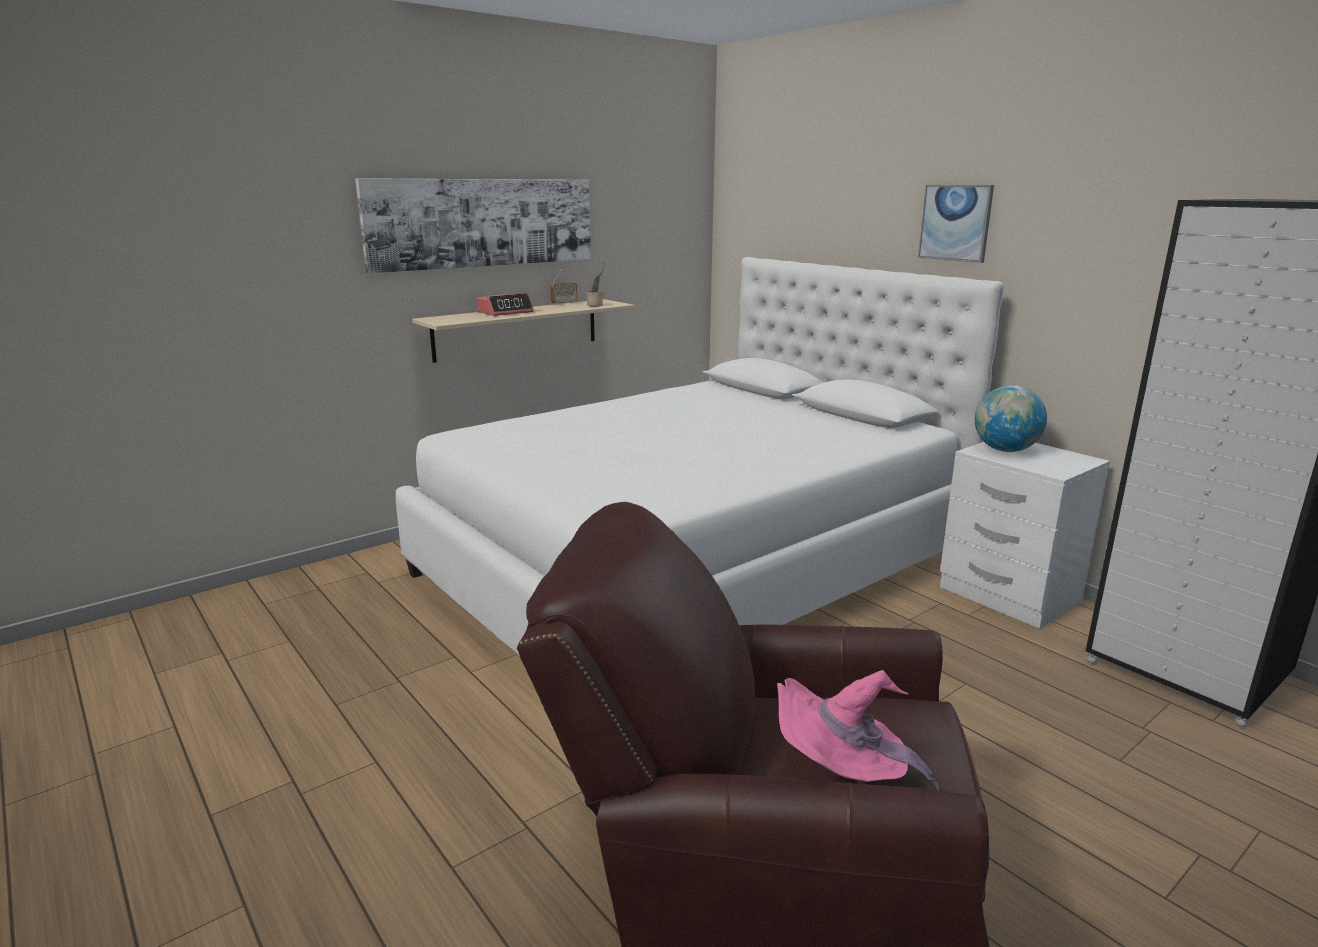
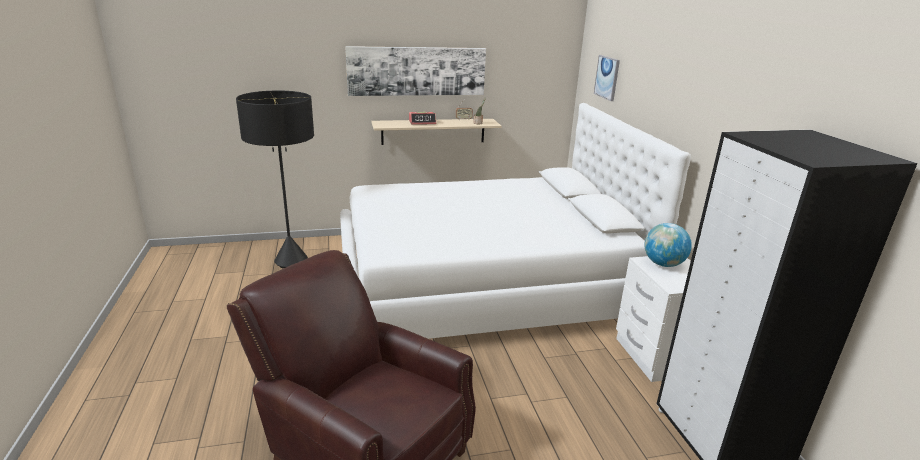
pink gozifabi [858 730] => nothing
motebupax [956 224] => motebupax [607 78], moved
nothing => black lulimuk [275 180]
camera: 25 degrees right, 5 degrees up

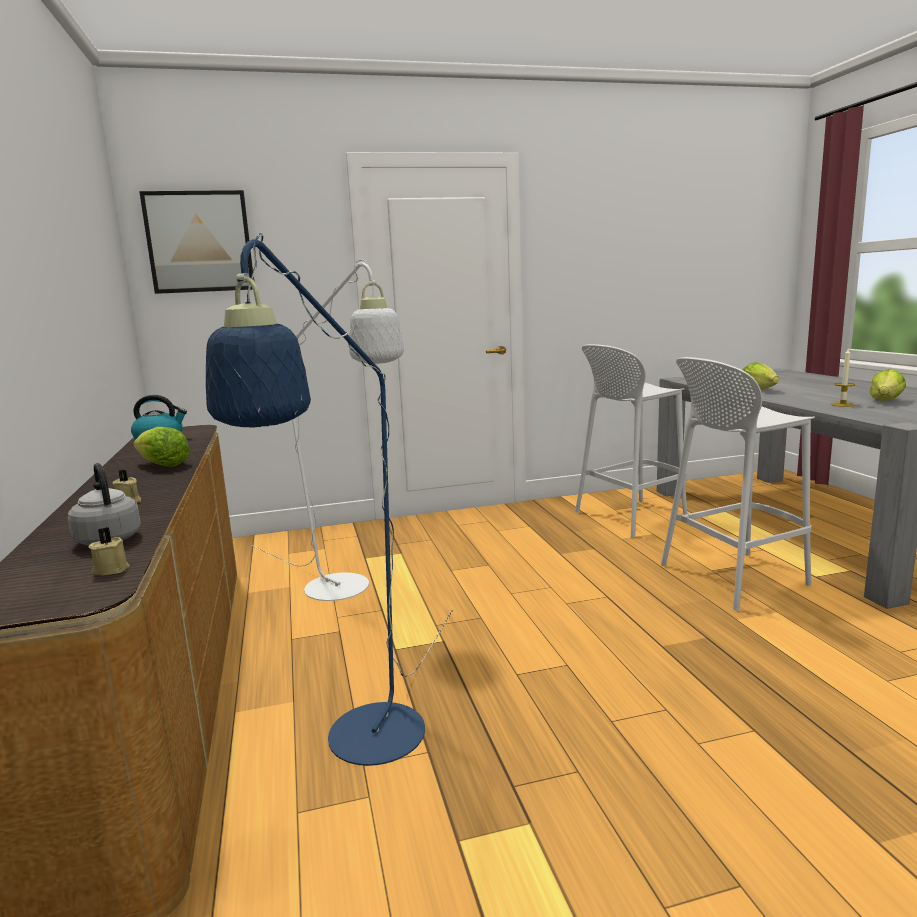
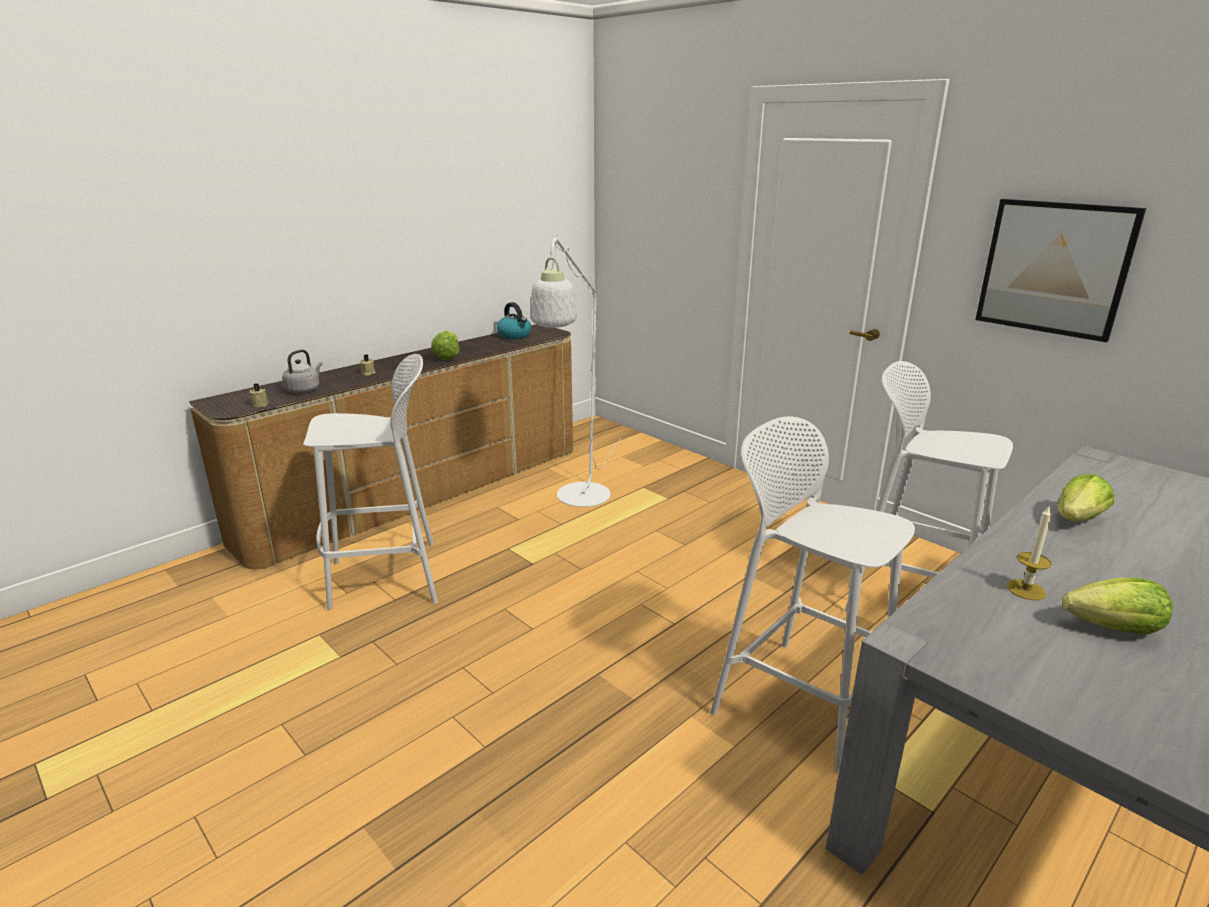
motebupax [196 242] => motebupax [1060 270], moved
blue lulimuk [329 499] => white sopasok [370 482]
camera: 60 degrees right, 10 degrees up

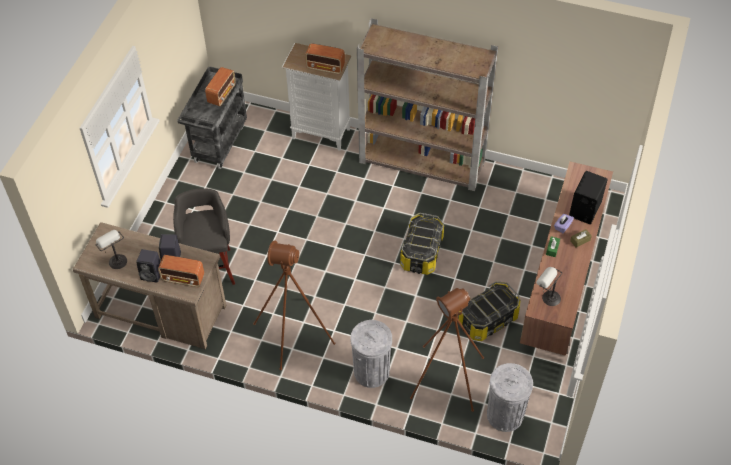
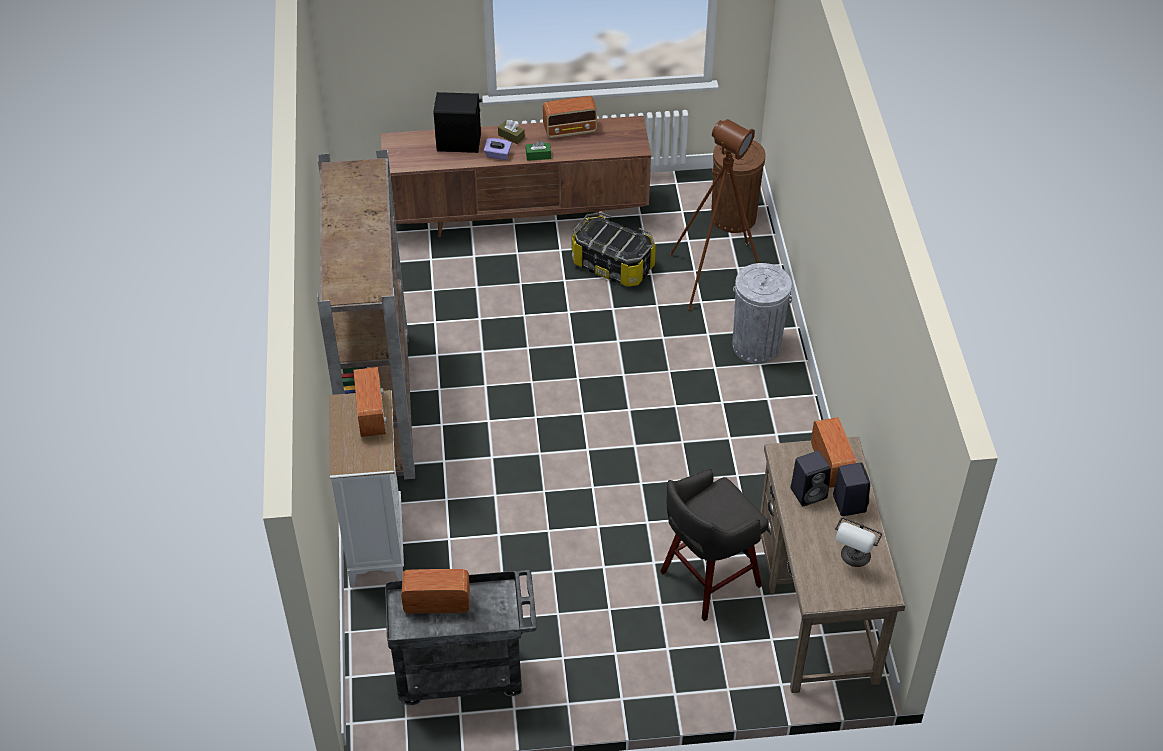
brown lulimuk [294 305] => nothing
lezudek [422 244] => nothing
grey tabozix [510 397] => brown tabozix [738 186]
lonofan [549 286] => nothing
nothing => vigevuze [570 117]
camera: 115 degrees left, 5 degrees down

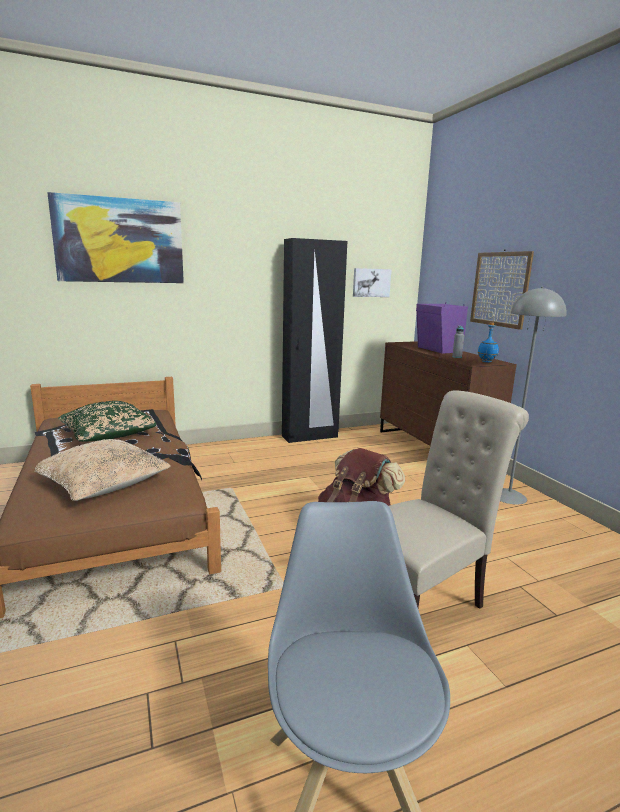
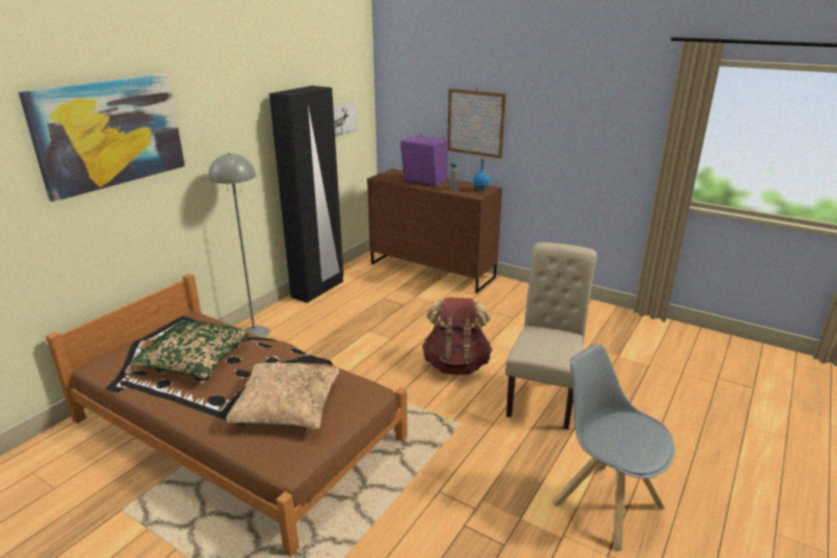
grey lulimuk [533 396] => grey lulimuk [239 245], moved
camera: 35 degrees left, 10 degrees up

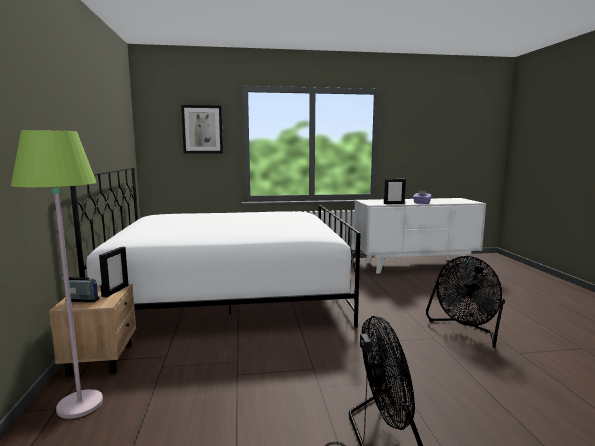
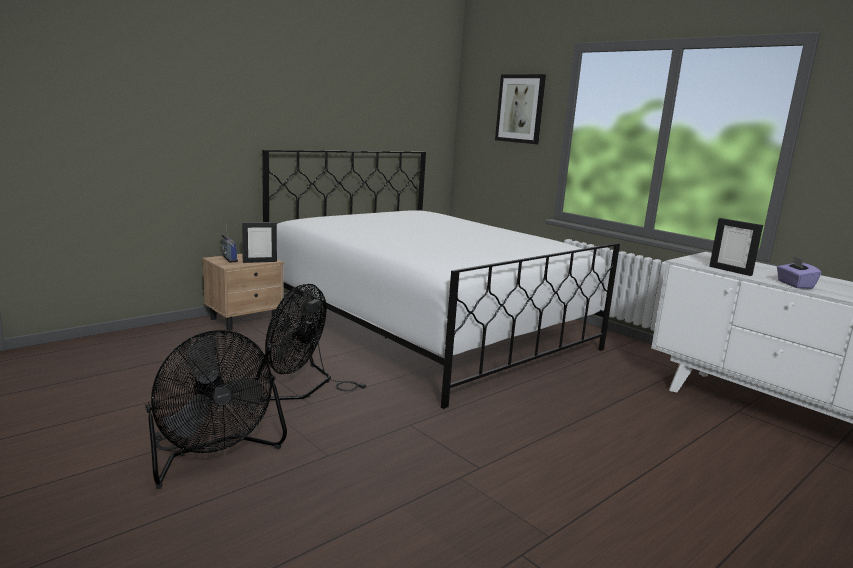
green lulimuk [57 274] => nothing
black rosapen [465 302] => black rosapen [311 343], moved
camera: 55 degrees right, 5 degrees up

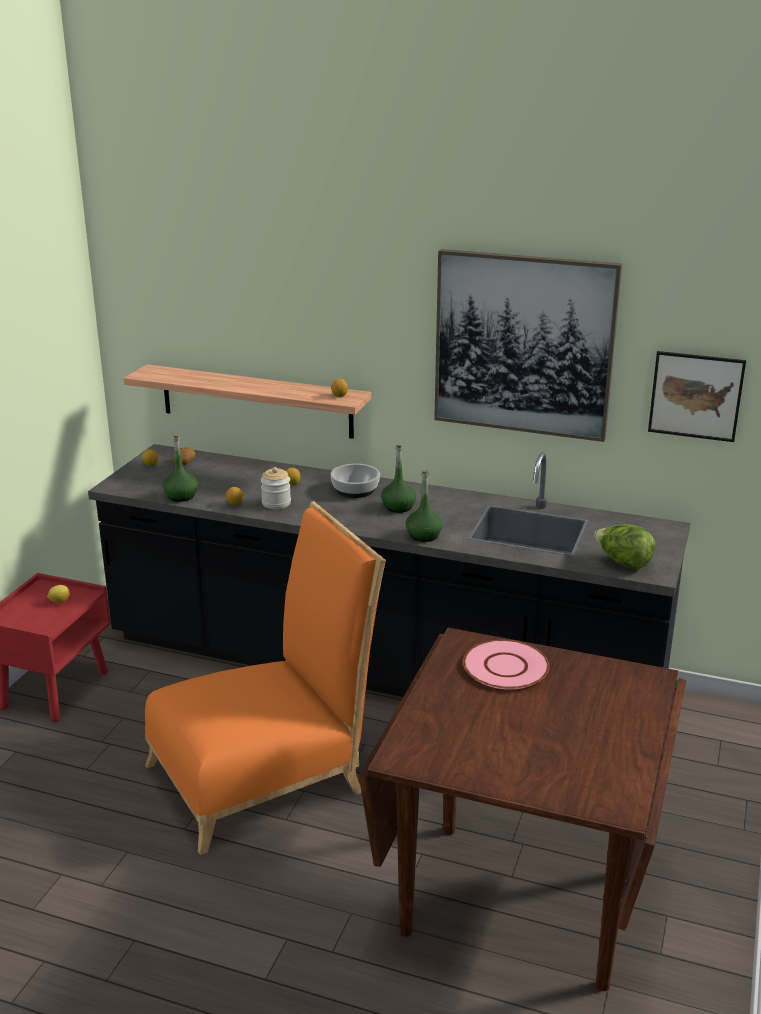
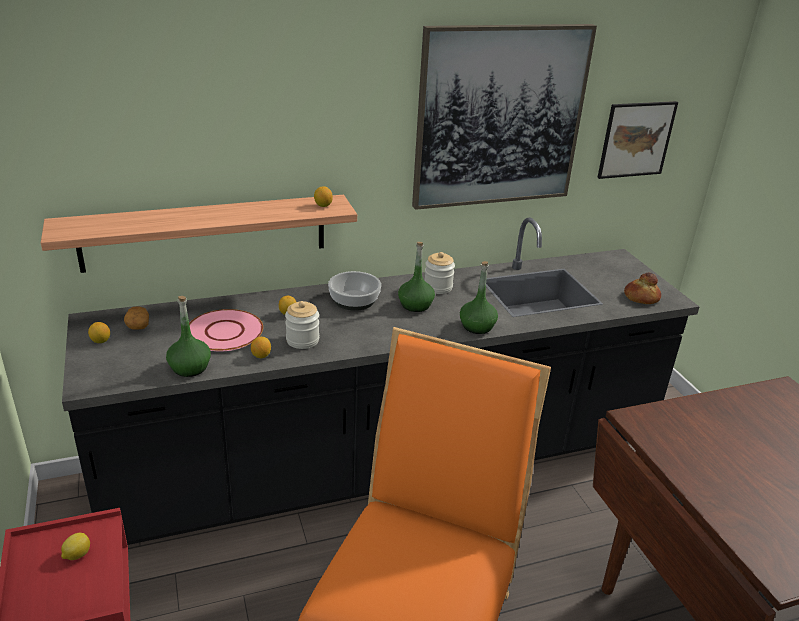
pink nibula [506 665] => pink nibula [226 330], moved
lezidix [624 546] => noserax [642 288]
nothing => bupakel [440 273]
camera: 40 degrees left, 5 degrees up

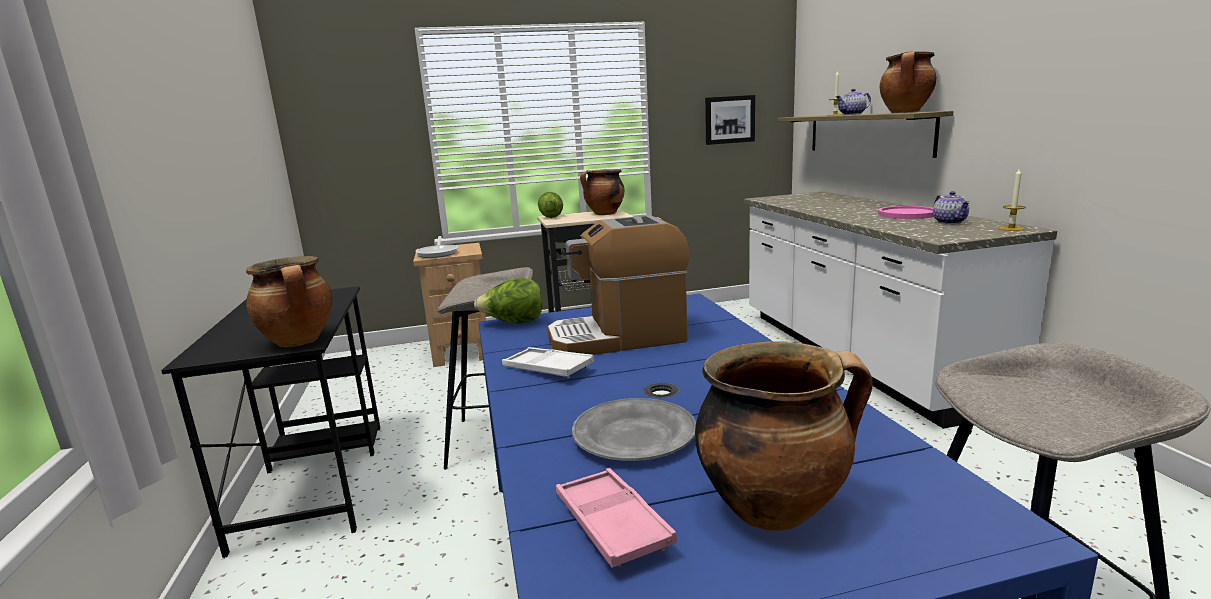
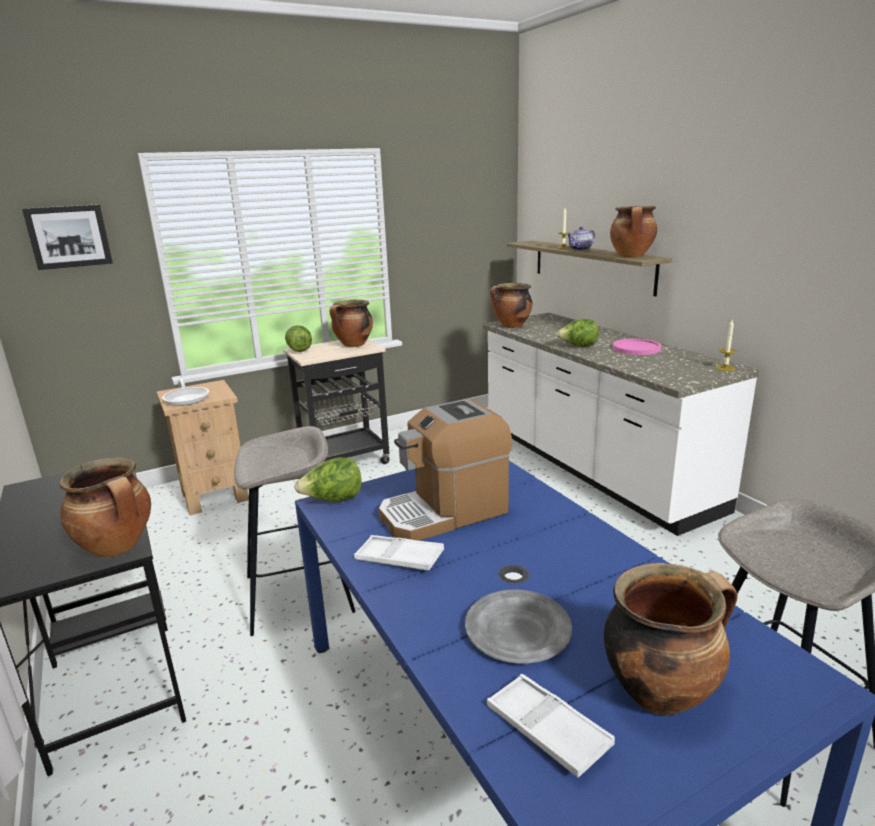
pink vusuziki [616 518] => white vusuziki [551 726]
motebupax [730 120] => motebupax [67 237], moved
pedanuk [951 207] => nothing
nothing => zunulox [511 305]
nothing => lezidix [577 333]
camera: 15 degrees left, 5 degrees up

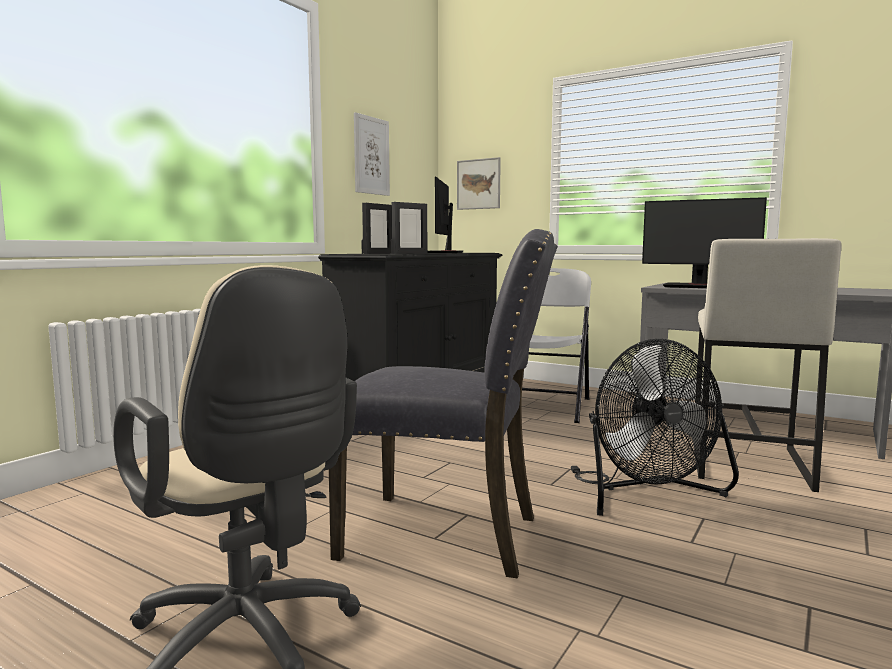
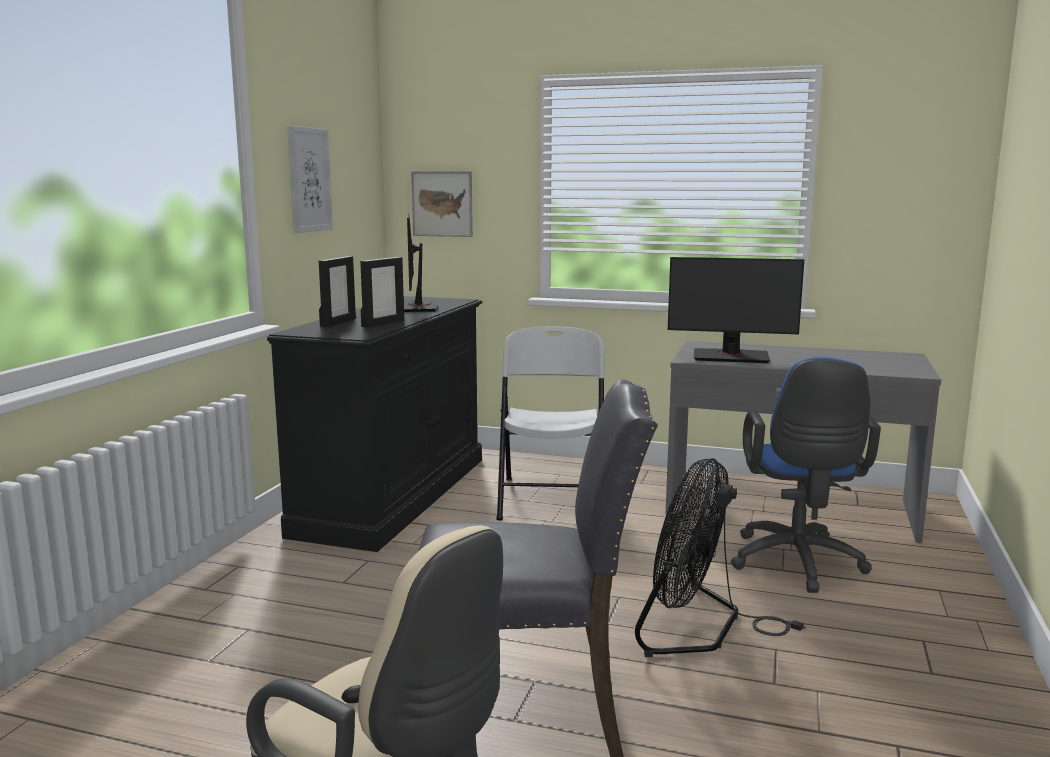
black rosapen [655 427] => black rosapen [720 557], 150 degrees clockwise
beige sopasok [767 365] => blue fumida [806 475]
camera: 15 degrees left, 5 degrees up

